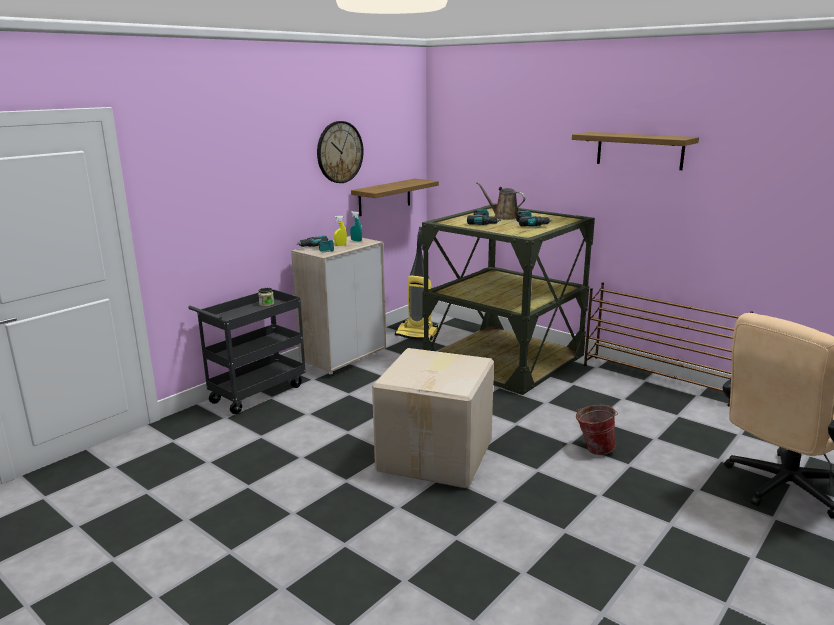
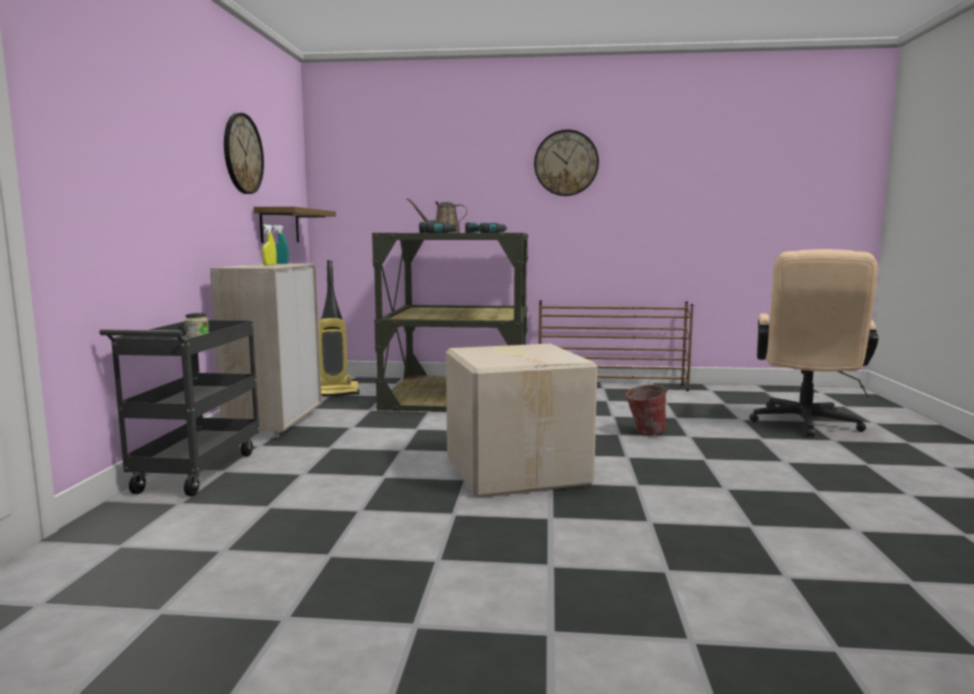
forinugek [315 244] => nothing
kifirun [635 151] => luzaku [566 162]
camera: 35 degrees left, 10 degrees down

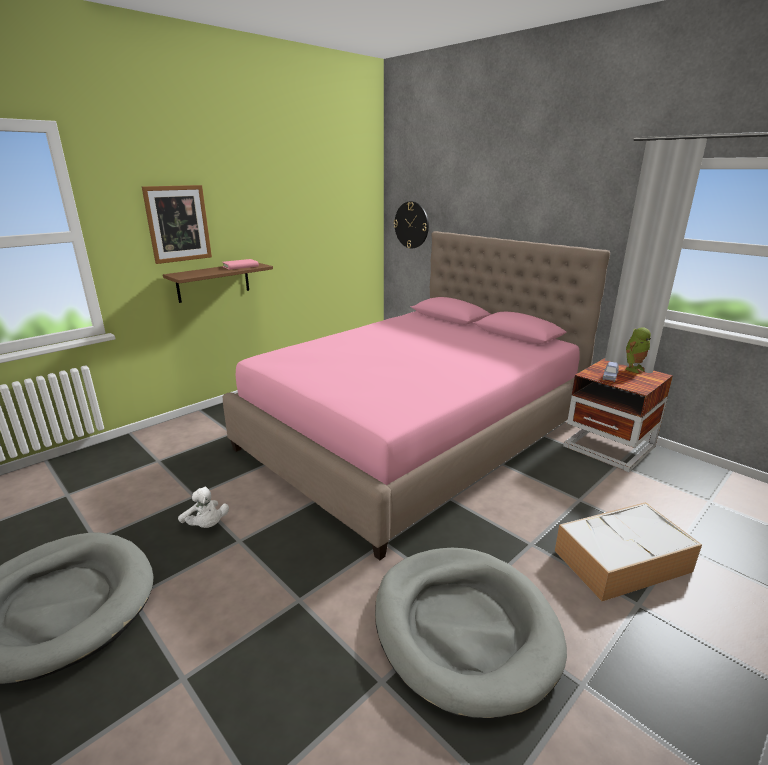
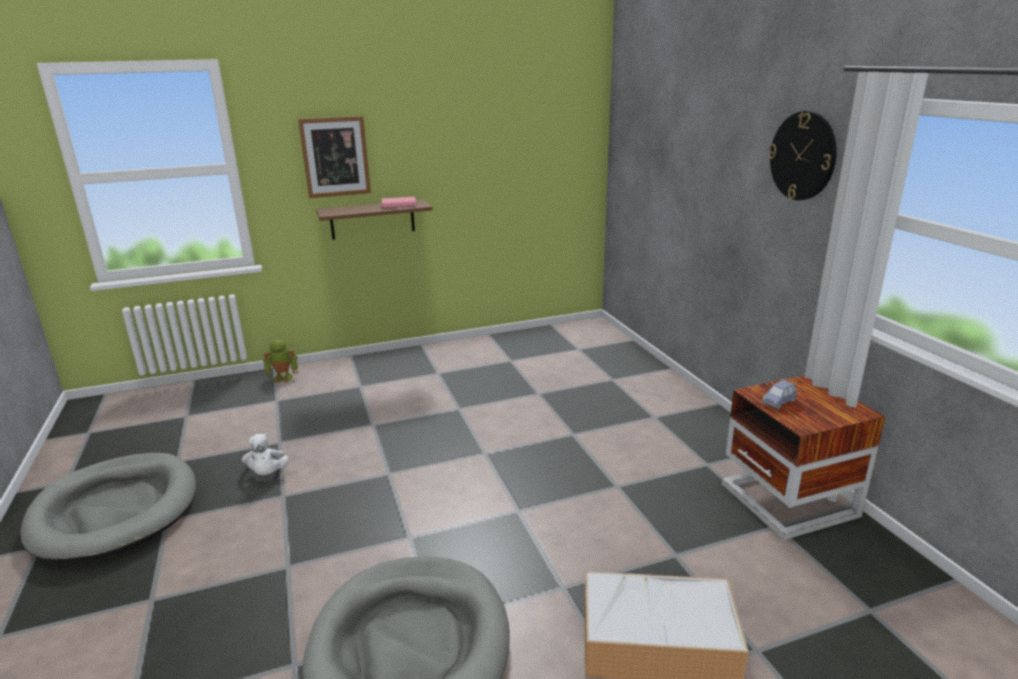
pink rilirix [416 395] => nothing
luzaku [411 224] => luzaku [802 155], moved
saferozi [638 350] => saferozi [280 361], moved
camera: 25 degrees right, 0 degrees up

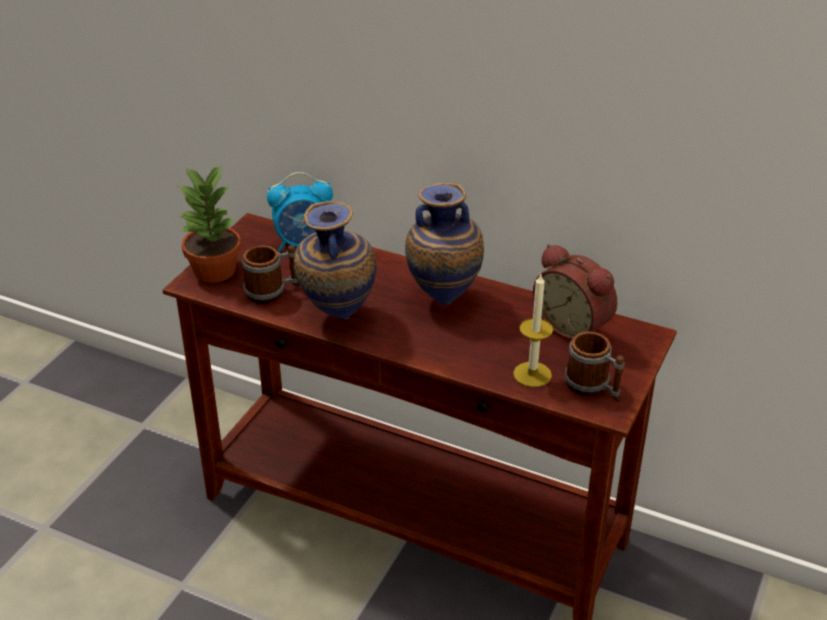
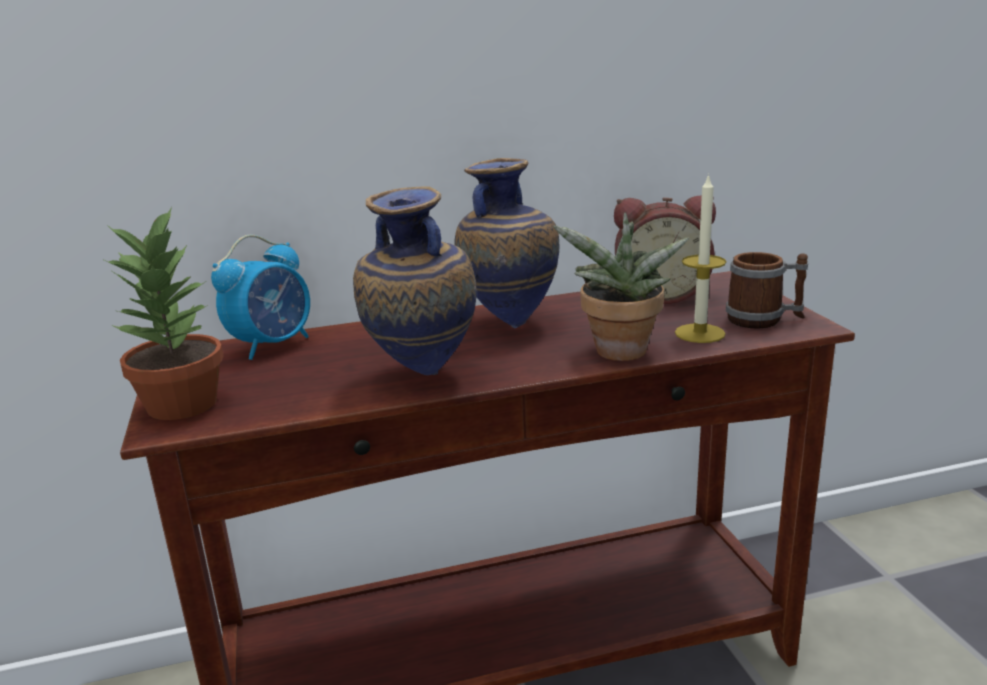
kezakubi [270 274] => nothing
nothing => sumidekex [621 286]
camera: 40 degrees left, 15 degrees down

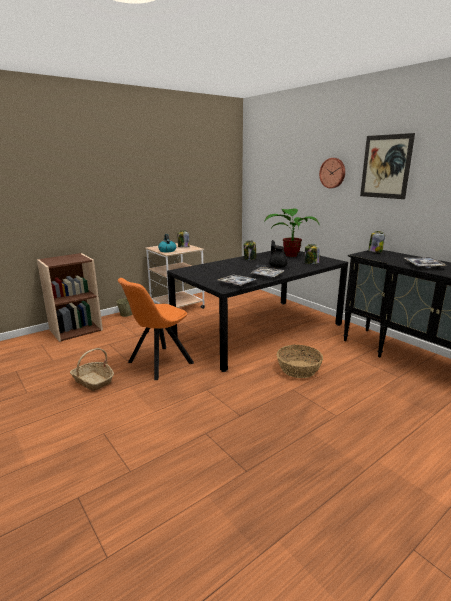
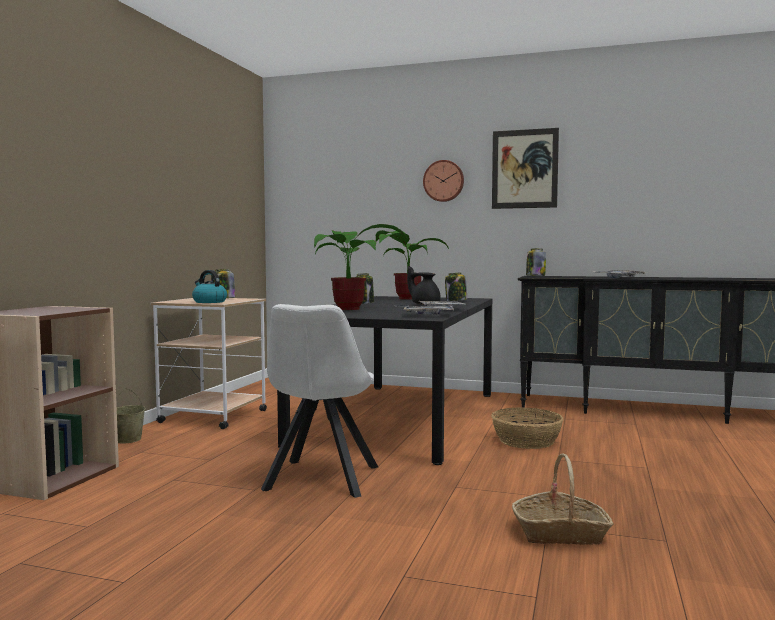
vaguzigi [92 369] => vaguzigi [563 499], moved
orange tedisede [156 329] => white tedisede [319 401]
nothing => sumidekex [361 267]
camera: 35 degrees left, 15 degrees down

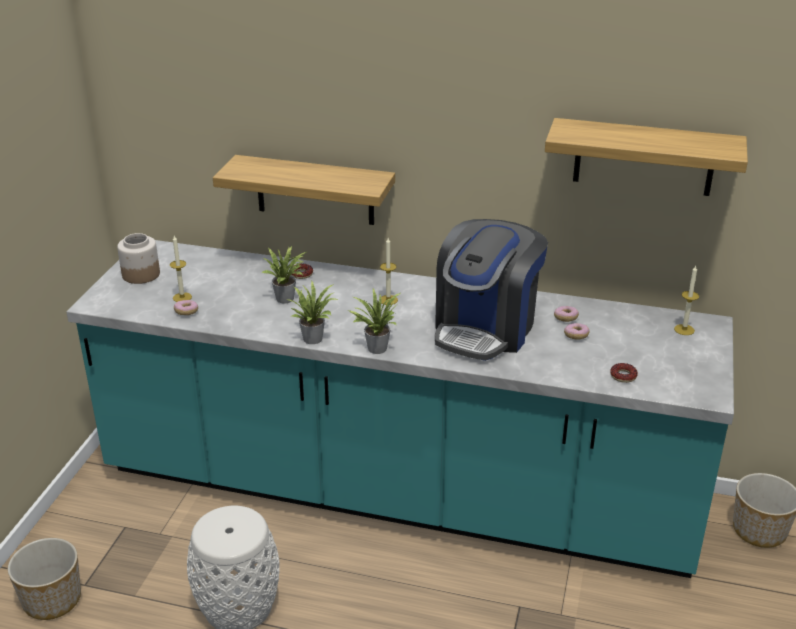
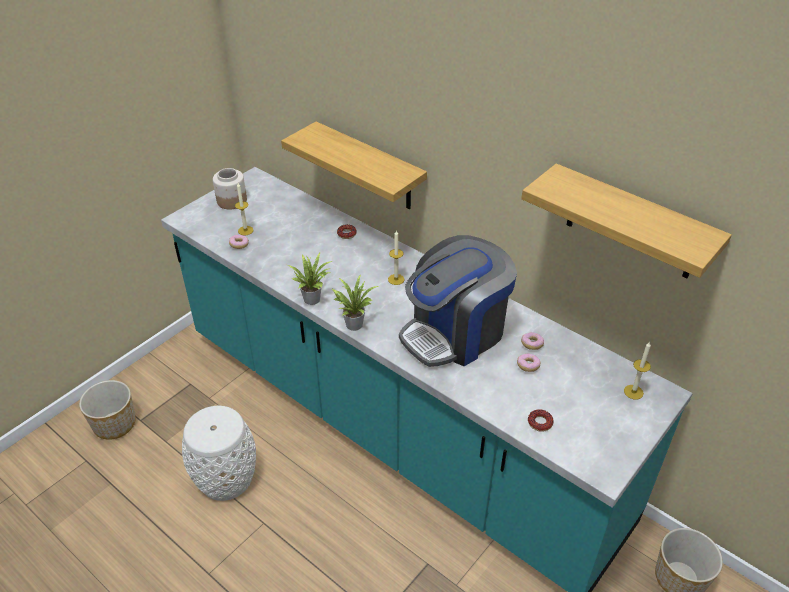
sumidekex [283 274] => nothing
camera: 25 degrees right, 10 degrees up

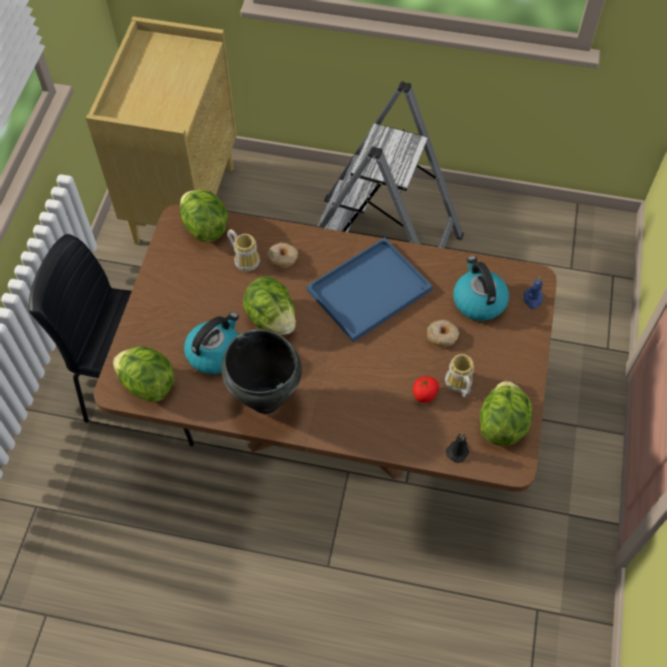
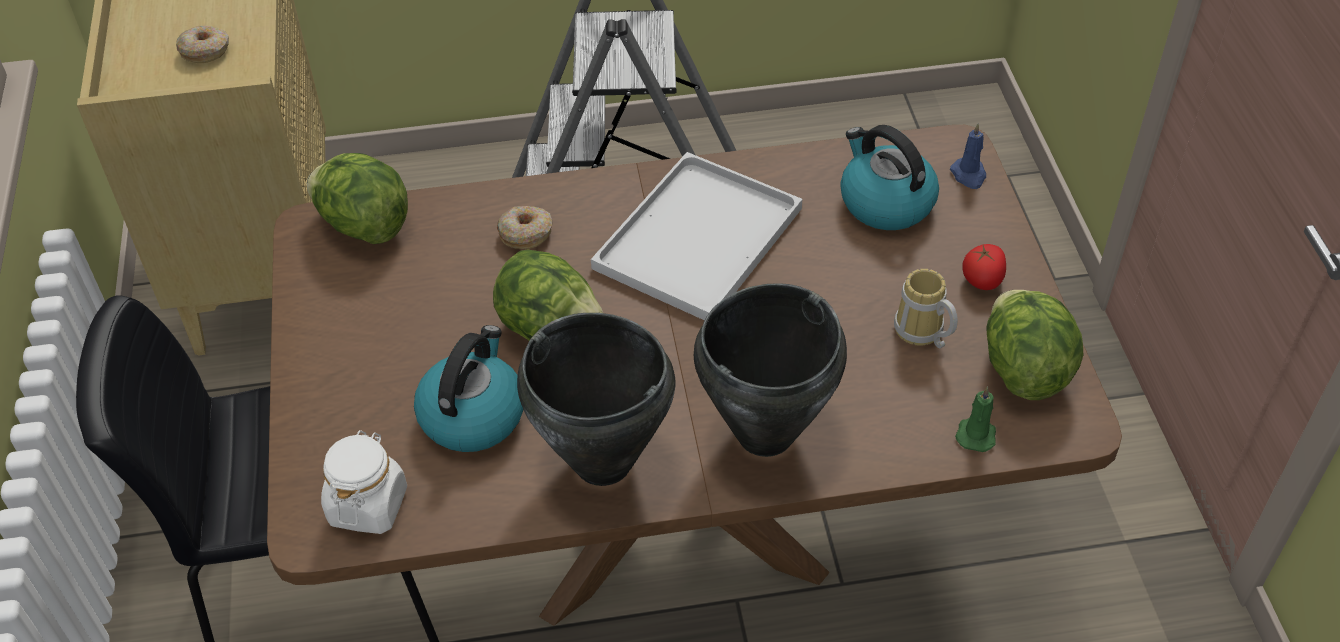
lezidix [143 374] => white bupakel [364 482]
kezakubi [243 250] => nothing
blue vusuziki [369 290] => white vusuziki [696 236]
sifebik [426 390] => sifebik [984 267], moved
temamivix [443 333] => temamivix [202 44], moved
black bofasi [457 448] => green bofasi [975 419]
nothing => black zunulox [770 370]
camera: 20 degrees left, 10 degrees down

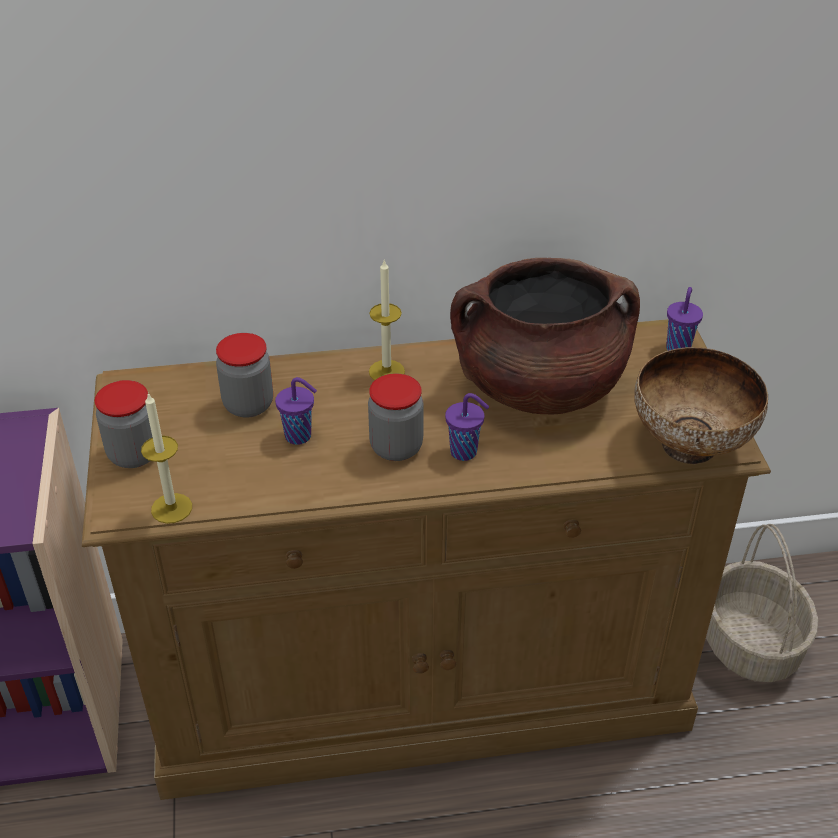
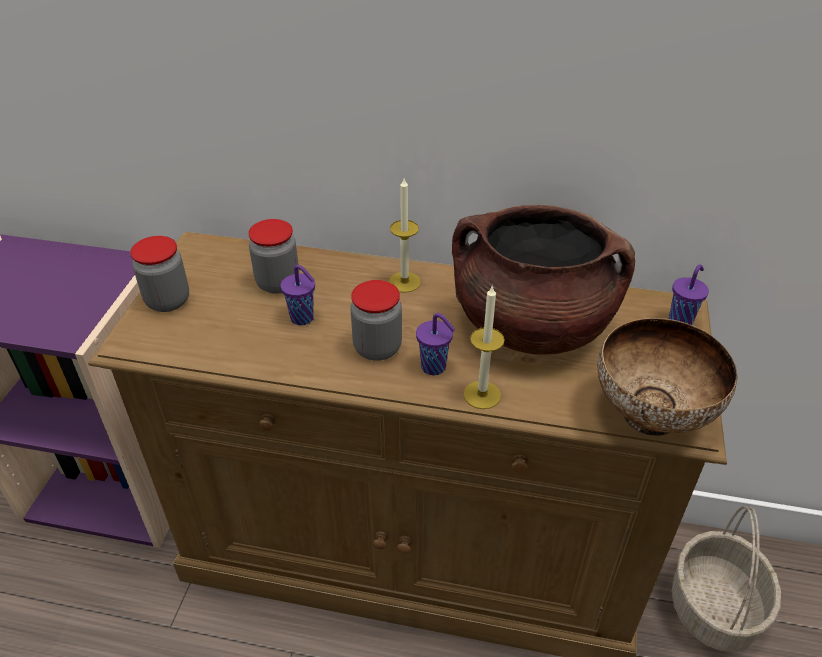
bofasi [166 458] => bofasi [484 347], moved
camera: 20 degrees right, 0 degrees up

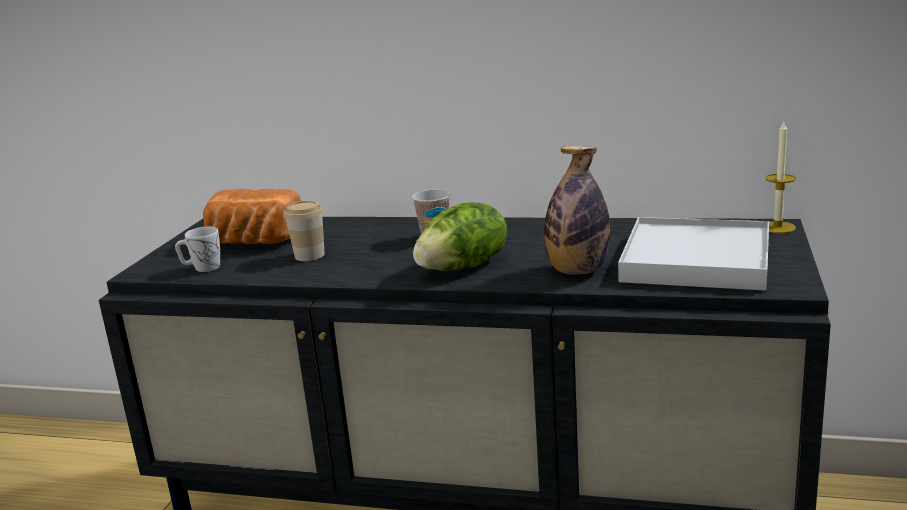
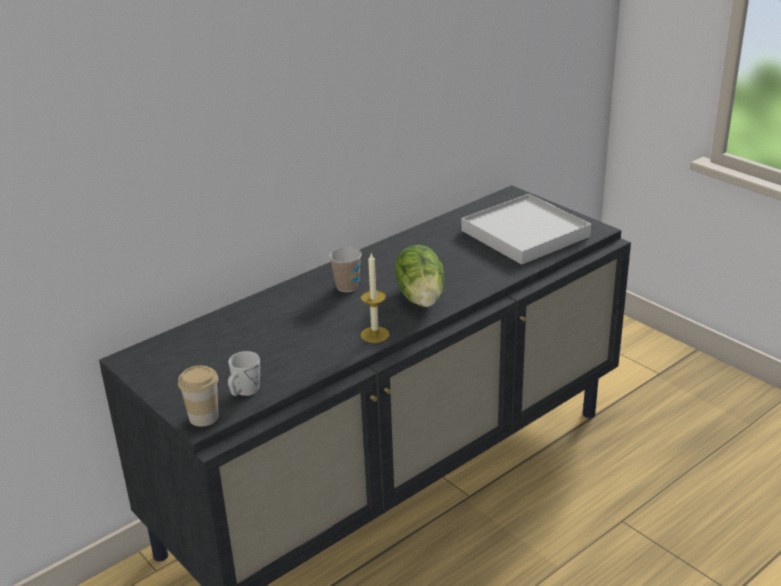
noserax [252 216] => nothing
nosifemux [304 231] => nosifemux [198 396], moved
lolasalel [577 210] => nothing
bofasi [780 177] => bofasi [375 298], moved
camera: 55 degrees left, 10 degrees up

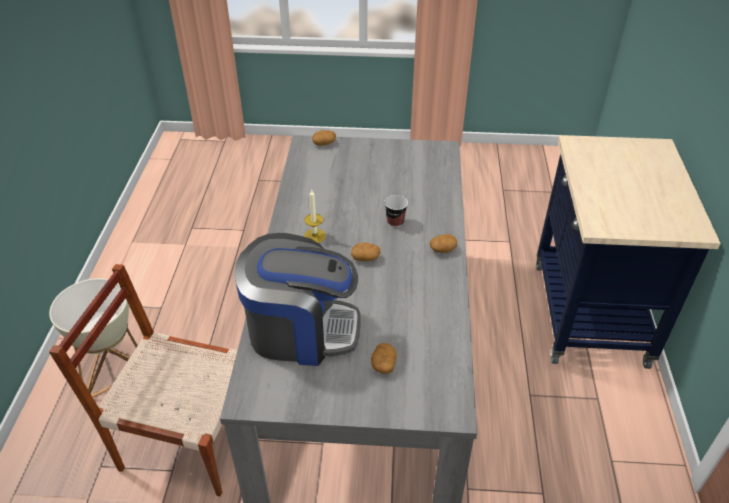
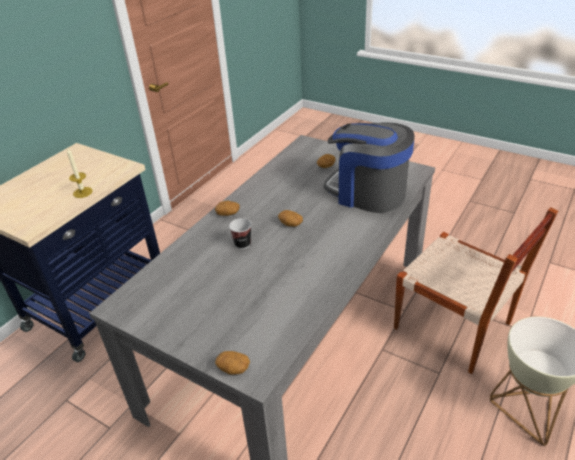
bofasi [315 216] => bofasi [80 172], moved
camera: 150 degrees left, 5 degrees down

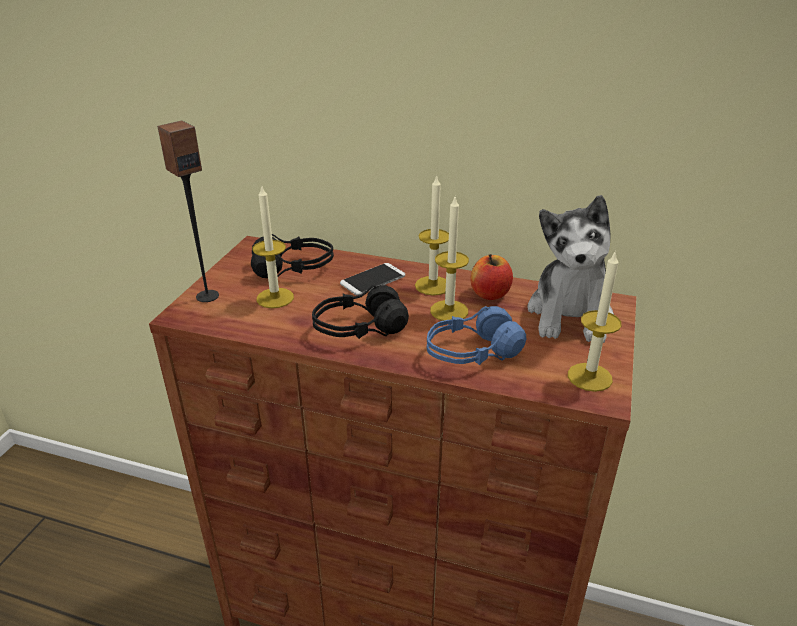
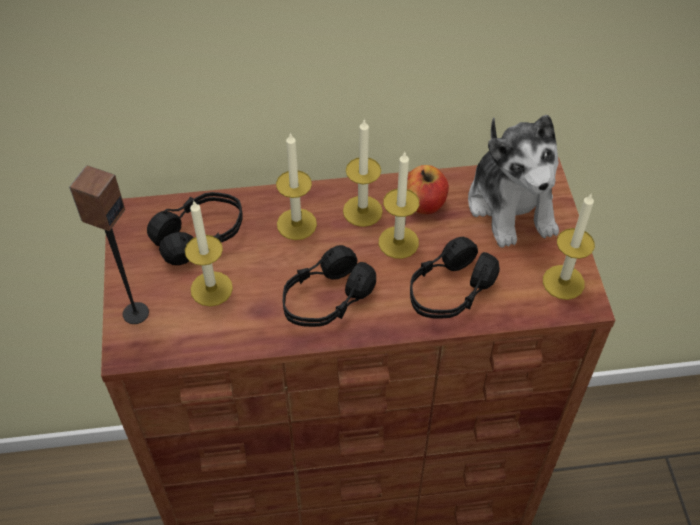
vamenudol [372 279] => bofasi [296 186]
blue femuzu [476 335] => black femuzu [455 278]
camera: 25 degrees left, 20 degrees up

